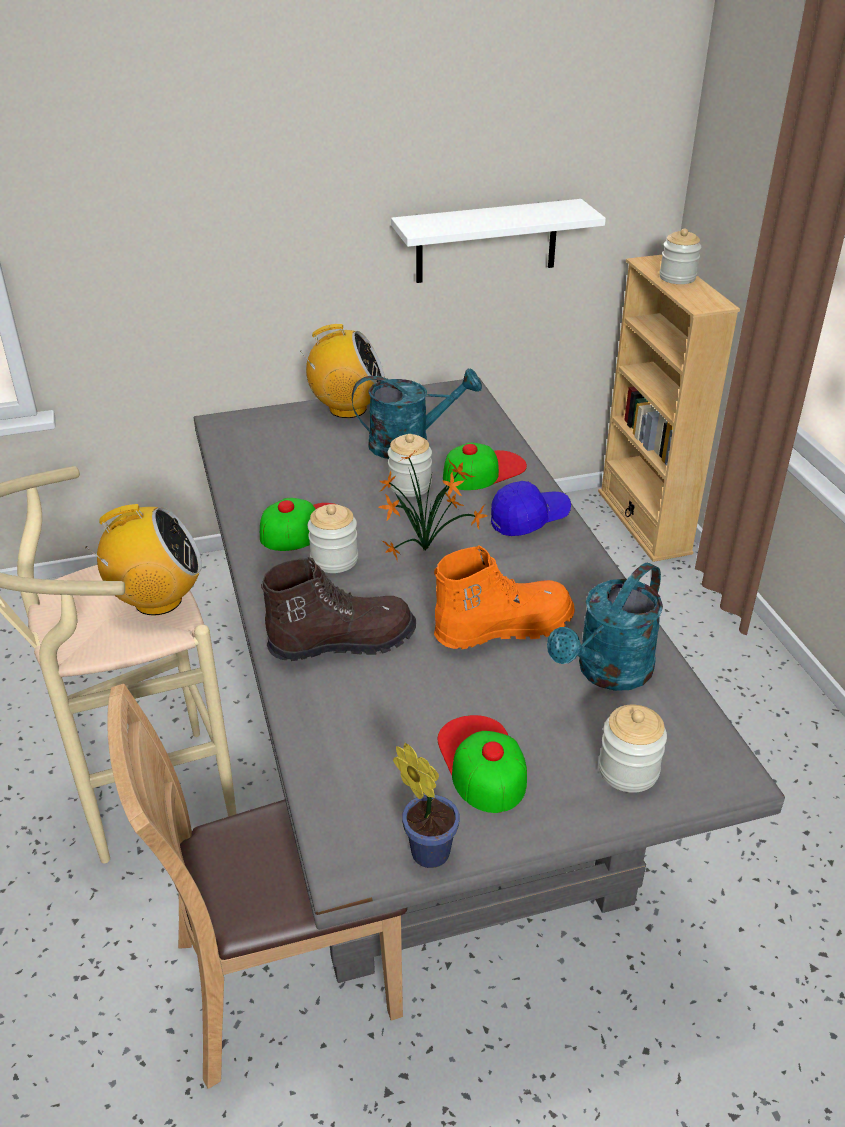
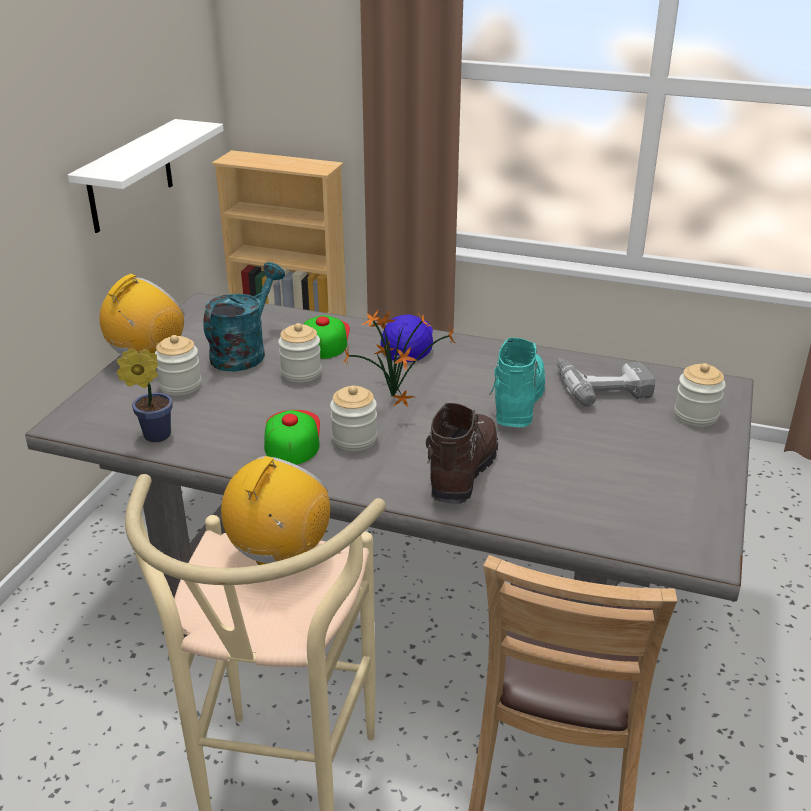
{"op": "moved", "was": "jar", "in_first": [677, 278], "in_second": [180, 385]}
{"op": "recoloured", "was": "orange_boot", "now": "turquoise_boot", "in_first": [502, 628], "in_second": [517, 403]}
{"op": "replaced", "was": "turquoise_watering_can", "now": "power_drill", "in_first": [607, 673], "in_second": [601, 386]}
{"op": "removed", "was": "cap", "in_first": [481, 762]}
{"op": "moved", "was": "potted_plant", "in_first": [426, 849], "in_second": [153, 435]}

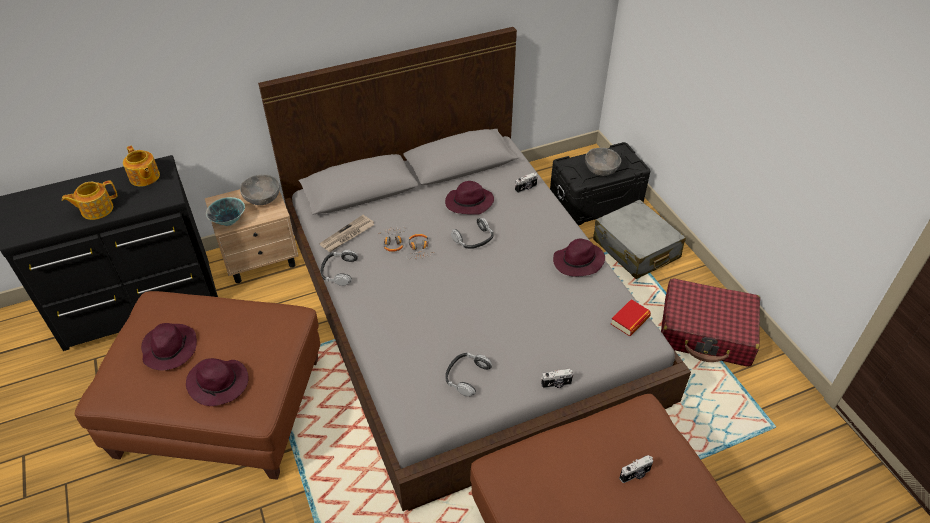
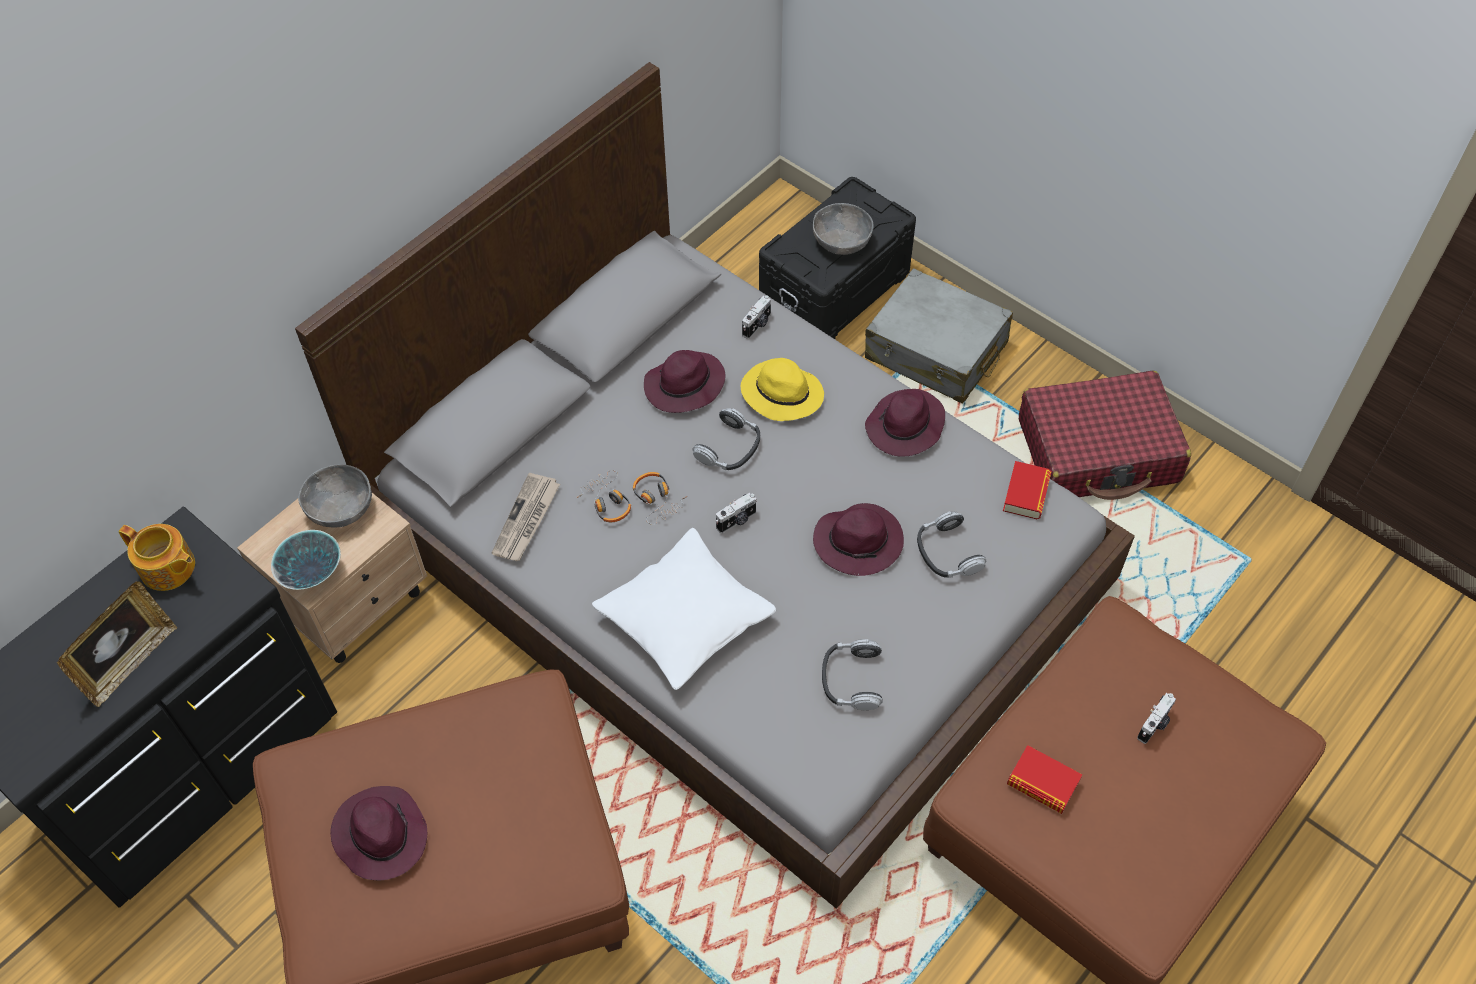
{"op": "replaced", "was": "teapot", "now": "picture_frame", "in_first": [96, 209], "in_second": [129, 662]}
{"op": "moved", "was": "headphones", "in_first": [339, 271], "in_second": [947, 552]}
{"op": "moved", "was": "purple_hat", "in_first": [219, 383], "in_second": [859, 542]}
{"op": "moved", "was": "photo_camera", "in_first": [556, 384], "in_second": [737, 521]}
{"op": "added", "now": "yellow_hat", "in_second": [780, 394]}
{"op": "added", "now": "white_pillow", "in_second": [685, 618]}
{"op": "added", "now": "book", "in_second": [1043, 783]}

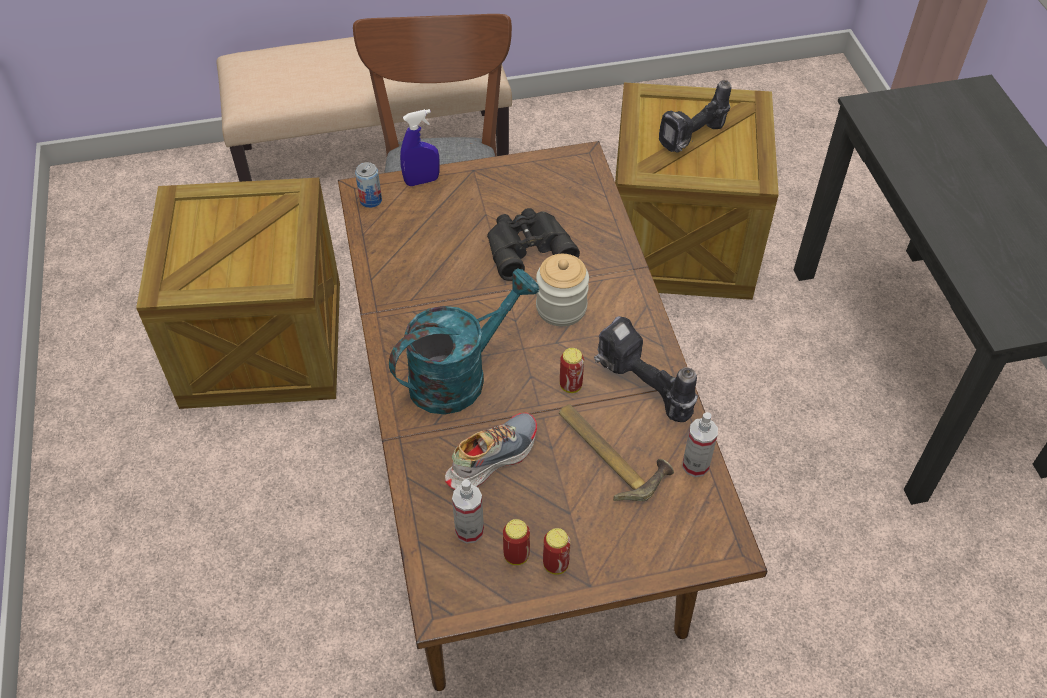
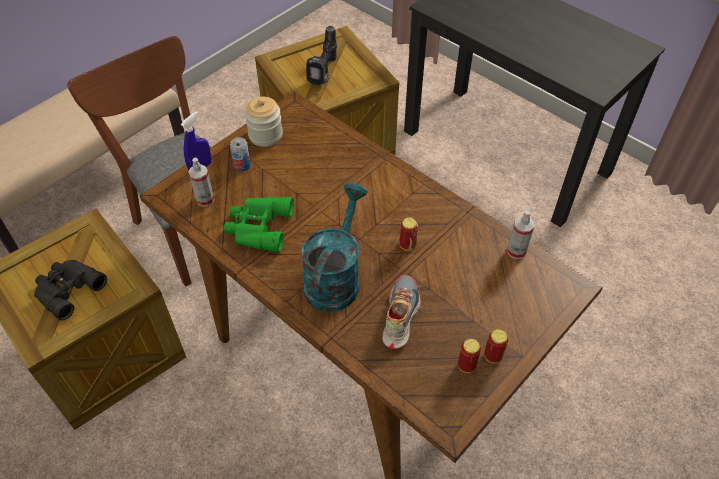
{"op": "moved", "was": "can", "in_first": [370, 200], "in_second": [242, 165]}
{"op": "moved", "was": "black_binoculars", "in_first": [527, 247], "in_second": [67, 289]}
{"op": "moved", "was": "jar", "in_first": [561, 308], "in_second": [265, 135]}
{"op": "removed", "was": "power_drill", "in_first": [640, 389]}
{"op": "removed", "was": "hammer", "in_first": [609, 453]}
{"op": "moved", "was": "spray_bottle", "in_first": [469, 530], "in_second": [205, 199]}
{"op": "added", "now": "green_binoculars", "in_second": [258, 227]}

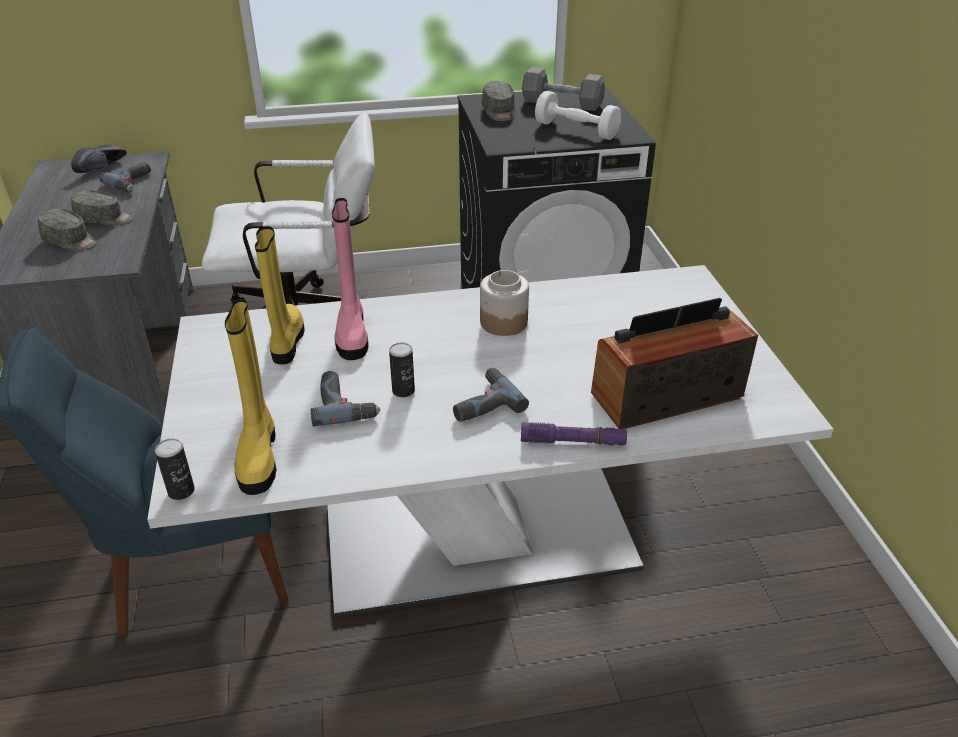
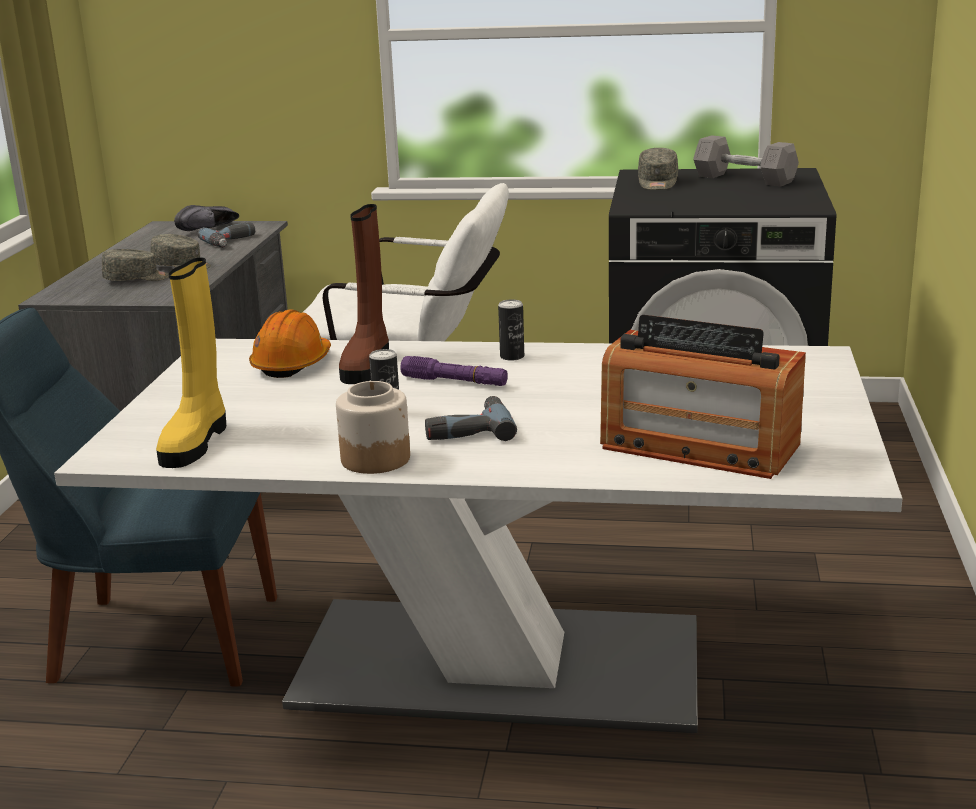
{"op": "removed", "was": "white_dumbbell", "in_first": [576, 130]}
{"op": "recoloured", "was": "pink_boot", "now": "brown_boot", "in_first": [352, 333], "in_second": [367, 365]}
{"op": "turned", "was": "grey_cap", "in_first": [70, 241], "in_second": [137, 279], "clockwise": -60}
{"op": "replaced", "was": "yellow_boot", "now": "orange_hard_hat", "in_first": [286, 341], "in_second": [292, 364]}
{"op": "moved", "was": "jar", "in_first": [503, 322], "in_second": [375, 459]}
{"op": "turned", "was": "radio", "in_first": [666, 395], "in_second": [698, 446], "clockwise": -150}
{"op": "removed", "was": "power_drill", "in_first": [345, 404]}
{"op": "moved", "was": "purple_flashlight", "in_first": [573, 442], "in_second": [454, 382]}
{"op": "moved", "was": "can", "in_first": [181, 491], "in_second": [512, 356]}

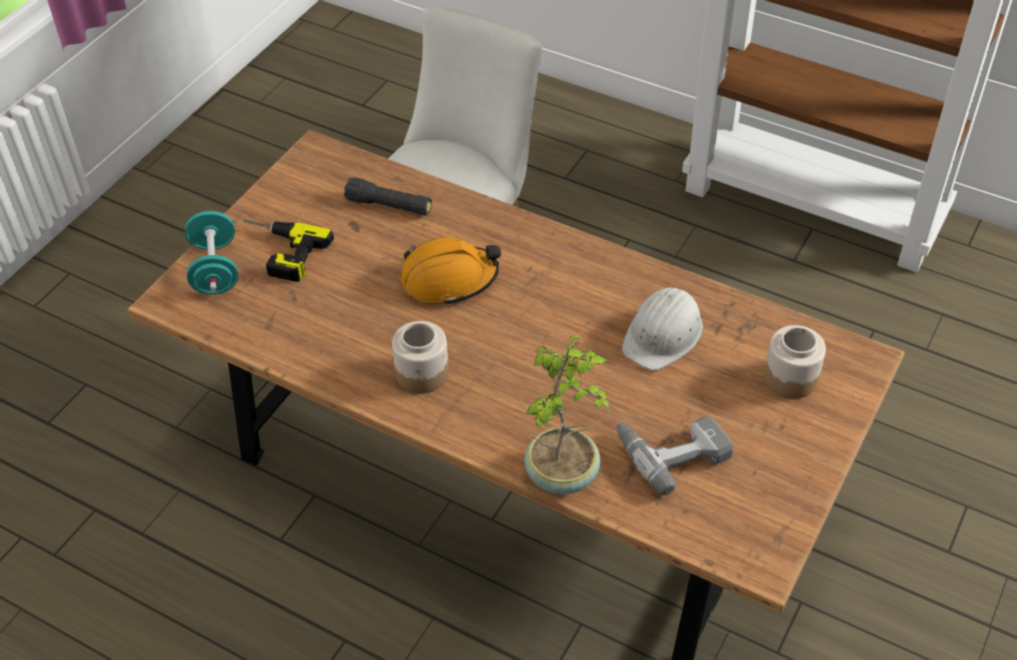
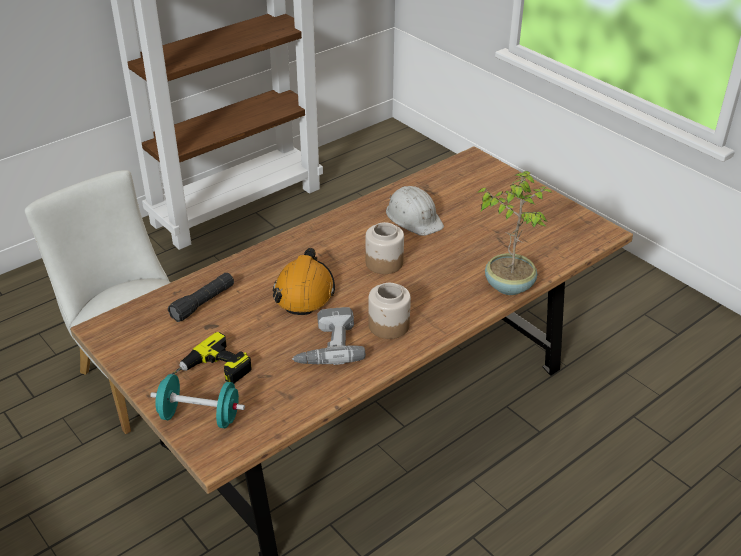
{"op": "moved", "was": "jar", "in_first": [790, 377], "in_second": [383, 262]}
{"op": "moved", "was": "power_drill", "in_first": [671, 450], "in_second": [326, 345]}

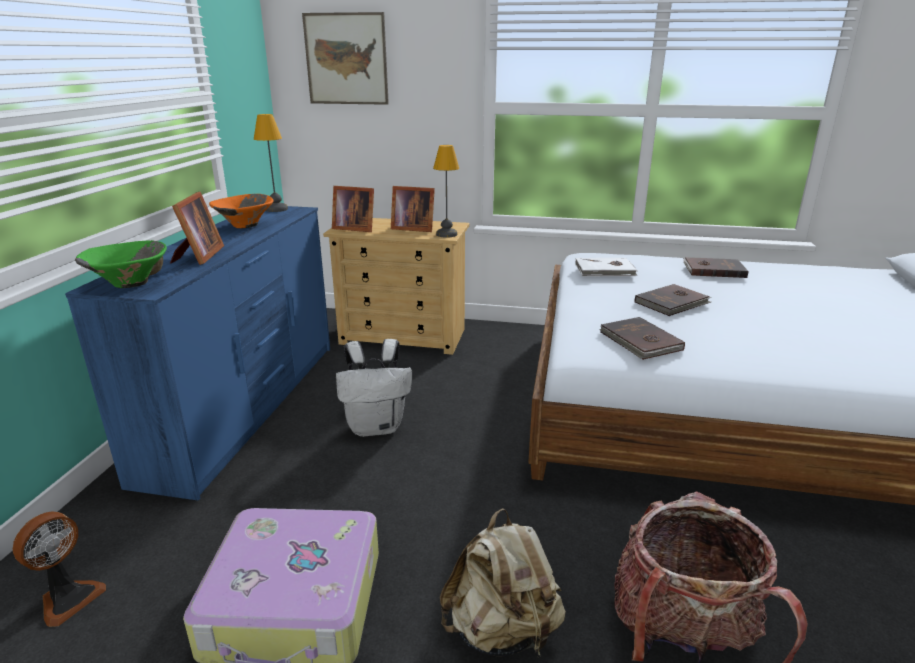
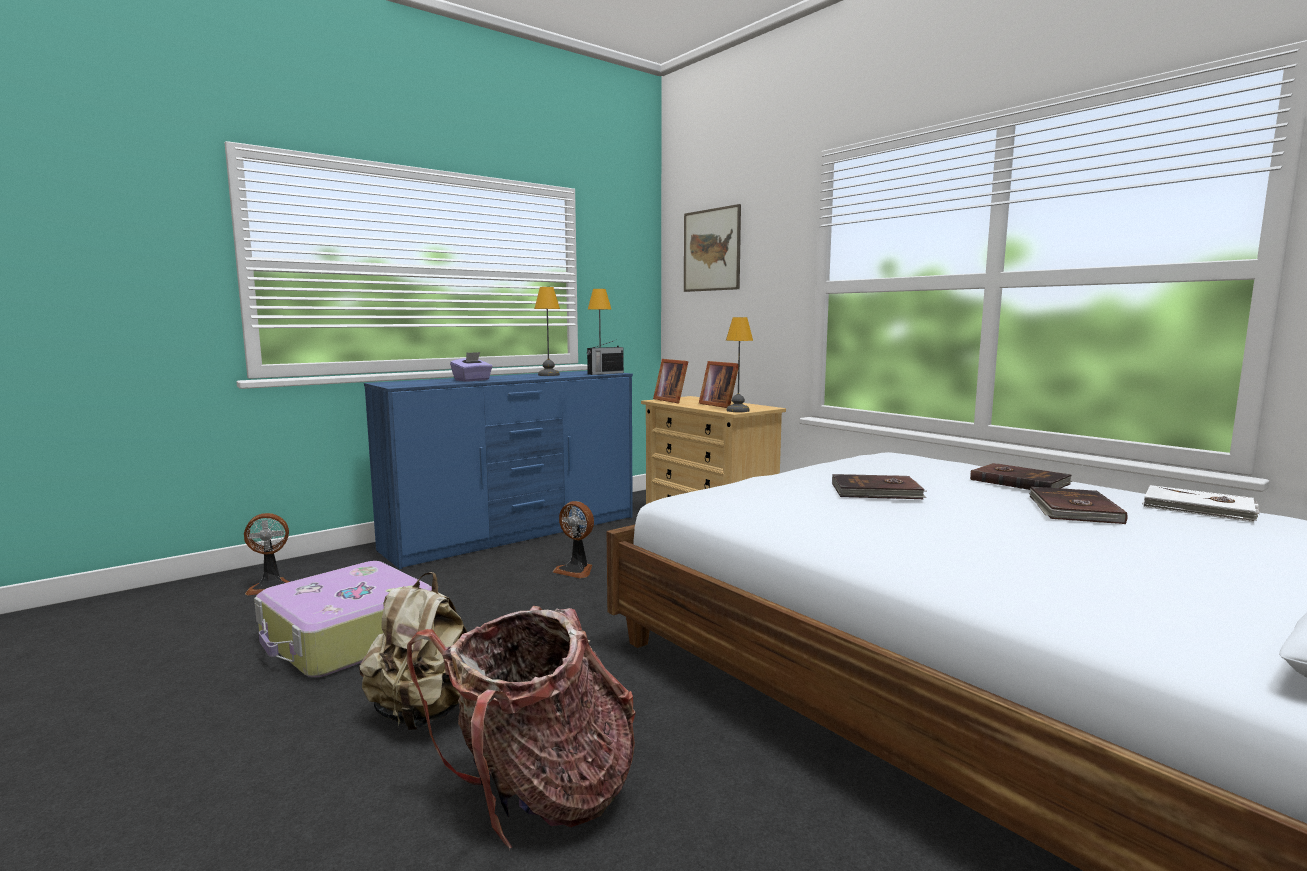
{"op": "replaced", "was": "picture_frame", "now": "purple_tissue_box", "in_first": [198, 256], "in_second": [472, 380]}
{"op": "replaced", "was": "orange_bowl", "now": "table_lamp", "in_first": [244, 226], "in_second": [548, 375]}
{"op": "removed", "was": "green_bowl", "in_first": [130, 284]}
{"op": "moved", "was": "white_book", "in_first": [605, 270], "in_second": [1198, 508]}
{"op": "moved", "was": "brown_book", "in_first": [640, 341], "in_second": [1072, 510]}
{"op": "replaced", "was": "white_backpack", "now": "fan", "in_first": [377, 427], "in_second": [576, 570]}
{"op": "added", "now": "radio", "in_second": [605, 373]}

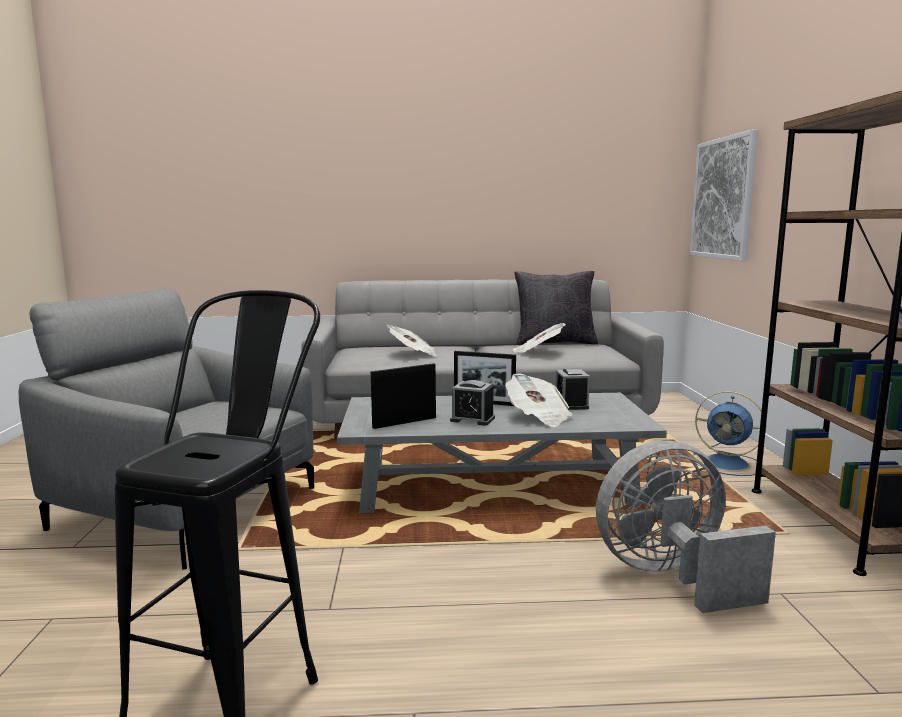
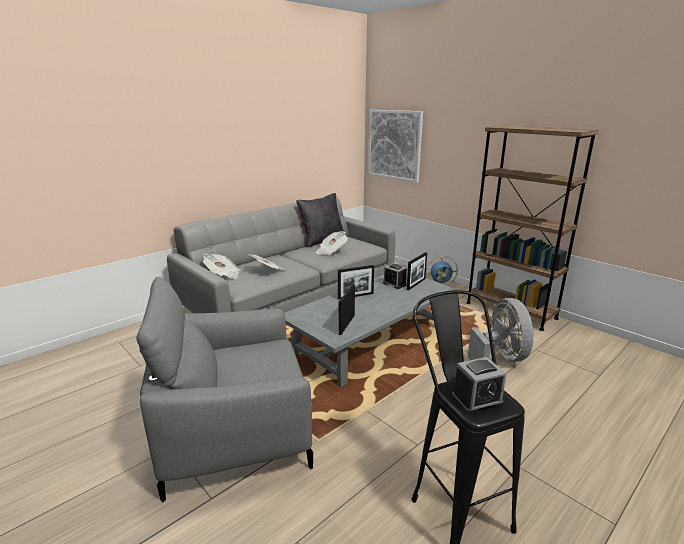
{"op": "moved", "was": "newspaper", "in_first": [538, 417], "in_second": [223, 275]}
{"op": "moved", "was": "alarm_clock", "in_first": [472, 419], "in_second": [477, 400]}
{"op": "turned", "was": "grey_fan", "in_first": [671, 576], "in_second": [500, 358], "clockwise": 135}
{"op": "added", "now": "picture_frame", "in_second": [416, 284]}

